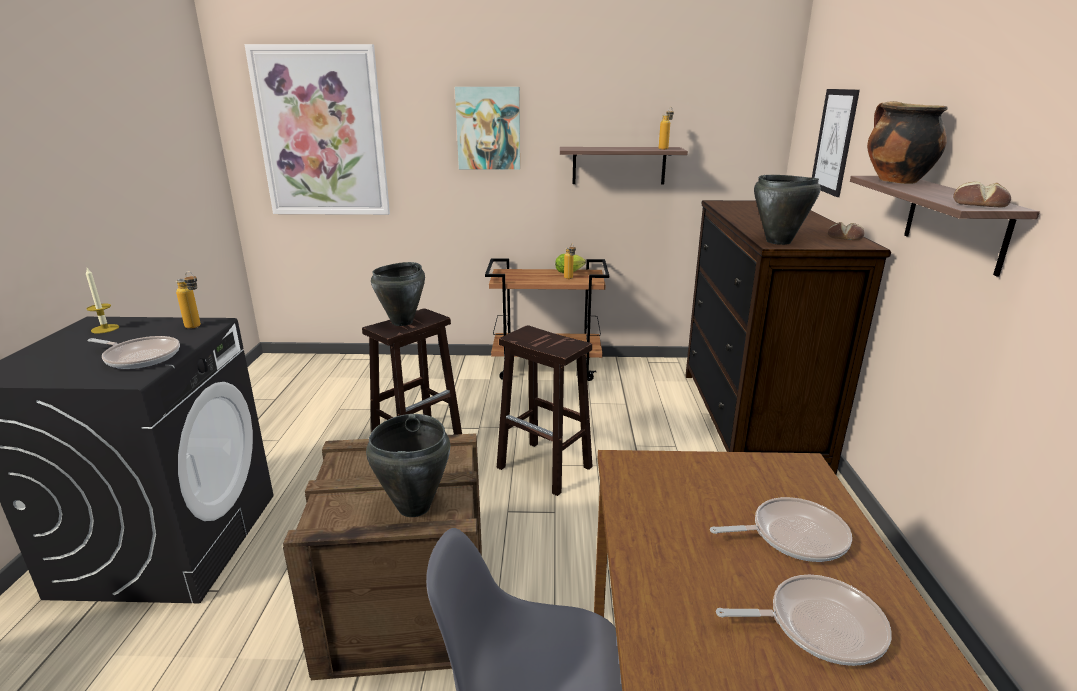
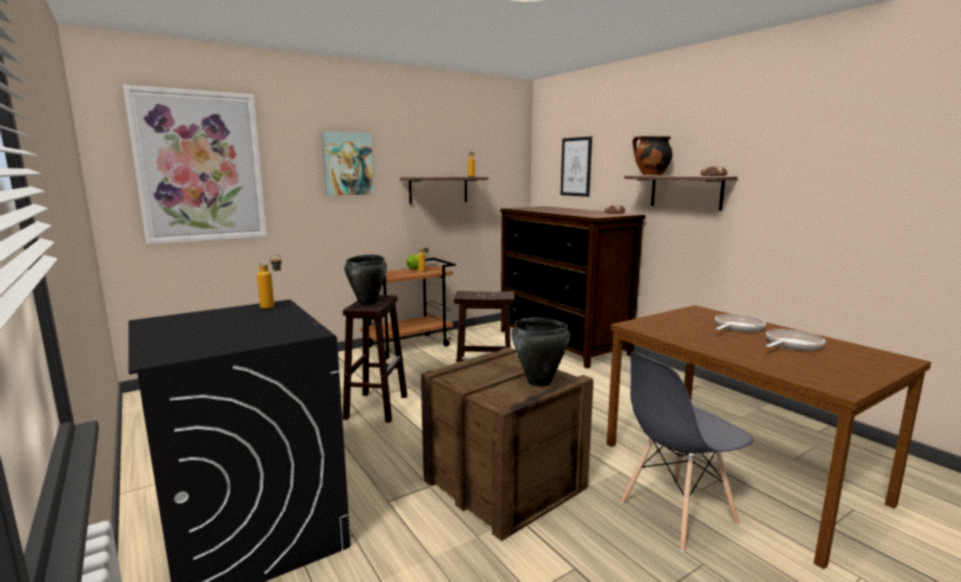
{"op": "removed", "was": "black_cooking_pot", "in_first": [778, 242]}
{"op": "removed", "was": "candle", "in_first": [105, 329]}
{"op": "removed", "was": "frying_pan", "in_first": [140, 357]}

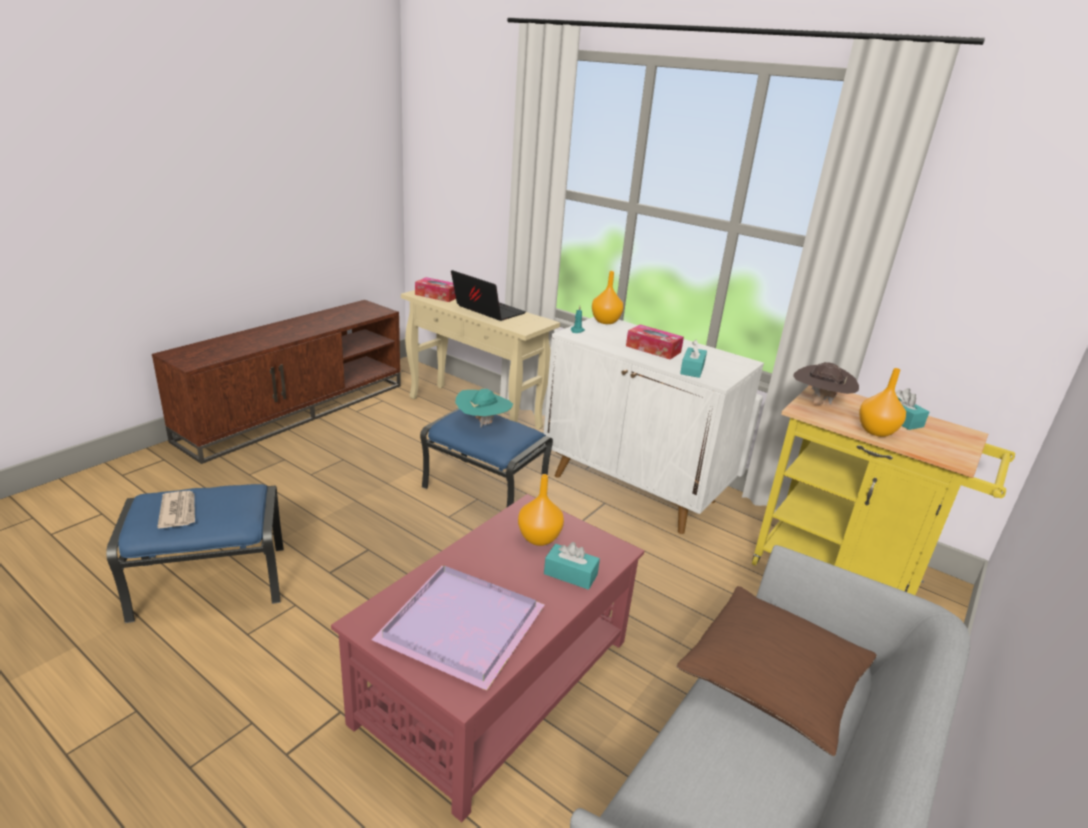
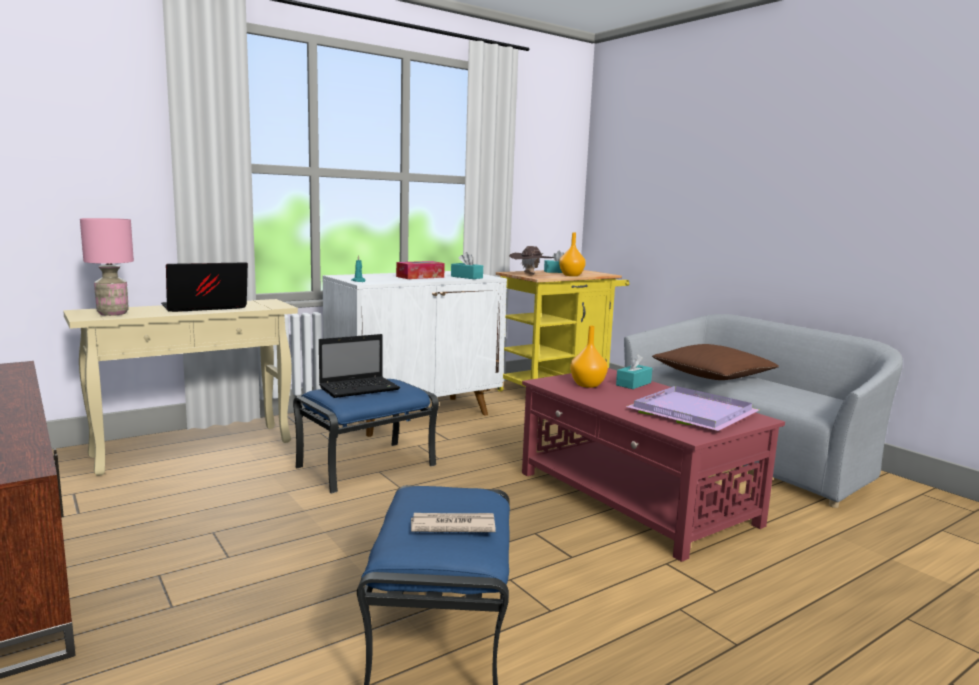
{"op": "removed", "was": "orange_vase", "in_first": [605, 321]}
{"op": "replaced", "was": "tissue_box", "now": "pink_table_lamp", "in_first": [437, 295], "in_second": [113, 313]}
{"op": "replaced", "was": "turquoise_hat", "now": "laptop", "in_first": [483, 423], "in_second": [360, 388]}

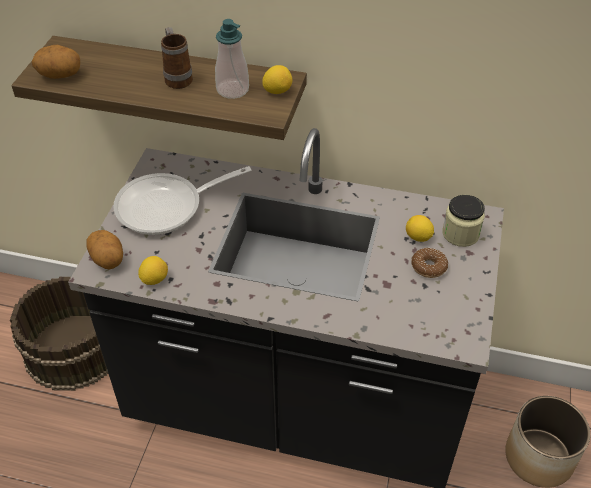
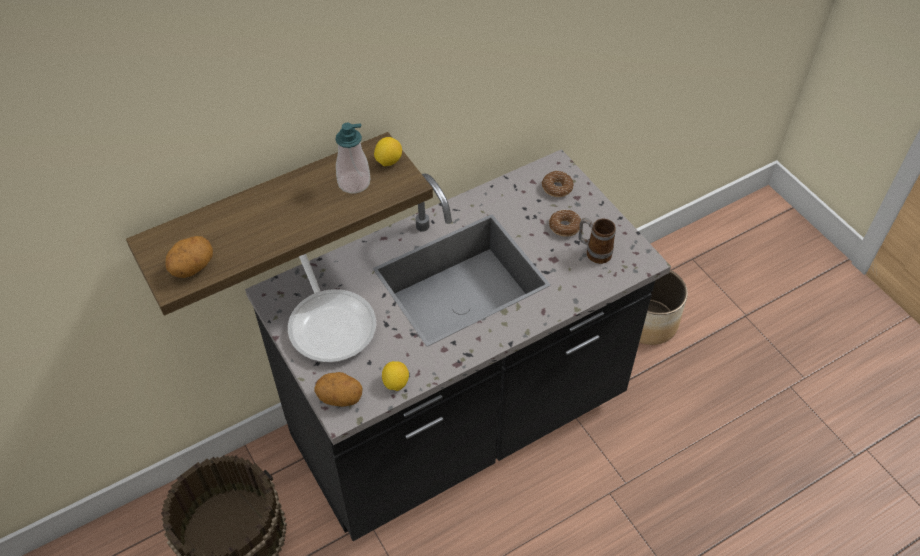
{"op": "moved", "was": "mug", "in_first": [177, 77], "in_second": [593, 252]}
{"op": "turned", "was": "frying_pan", "in_first": [167, 207], "in_second": [330, 323], "clockwise": -45}
{"op": "replaced", "was": "jar", "now": "donut", "in_first": [460, 234], "in_second": [557, 188]}
{"op": "removed", "was": "lemon", "in_first": [418, 237]}

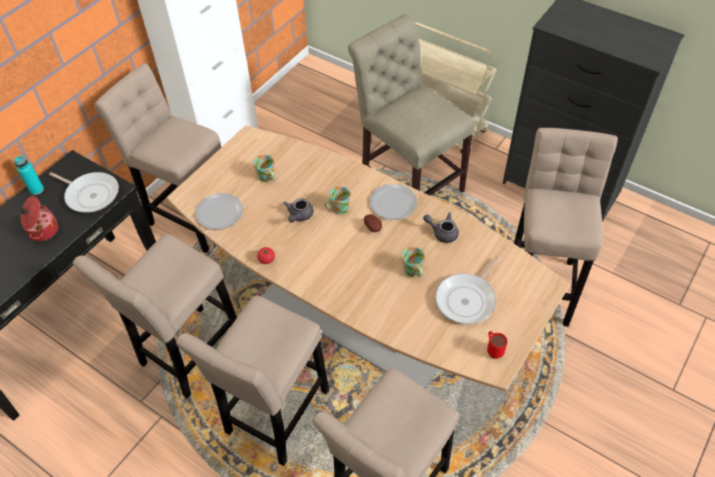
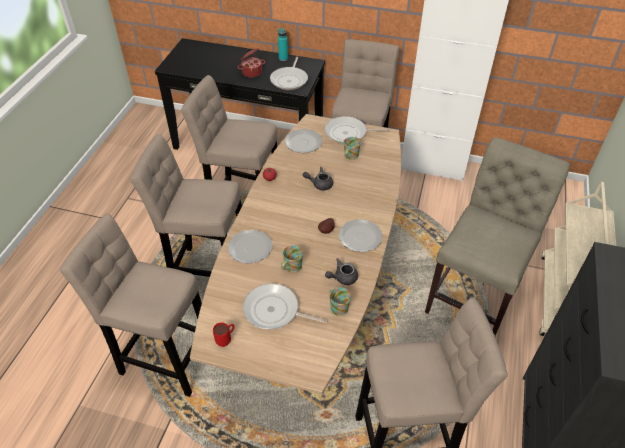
{"op": "moved", "was": "mug", "in_first": [337, 208], "in_second": [338, 306]}
{"op": "turned", "was": "grey_teapot", "in_first": [442, 232], "in_second": [342, 278], "clockwise": -120}
{"op": "added", "now": "frying_pan", "in_second": [348, 133]}
{"op": "added", "now": "plate", "in_second": [249, 247]}

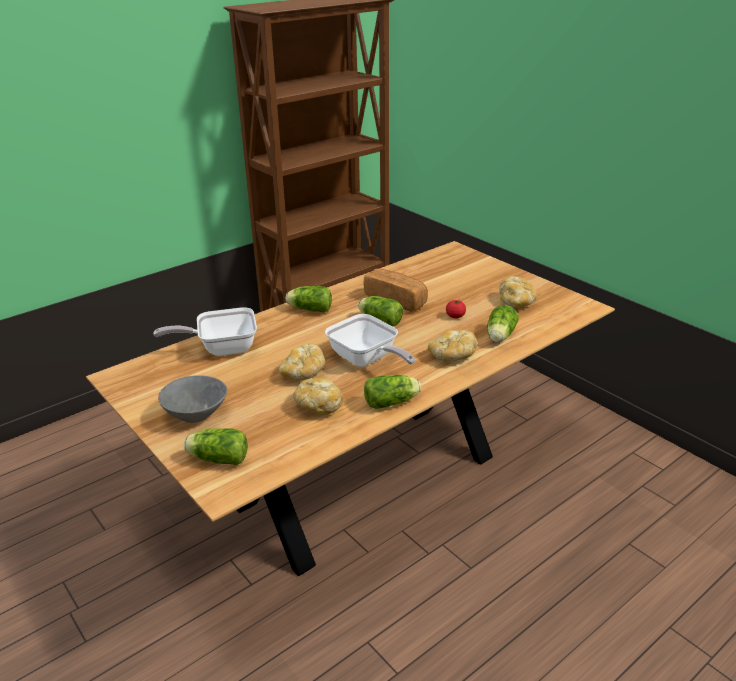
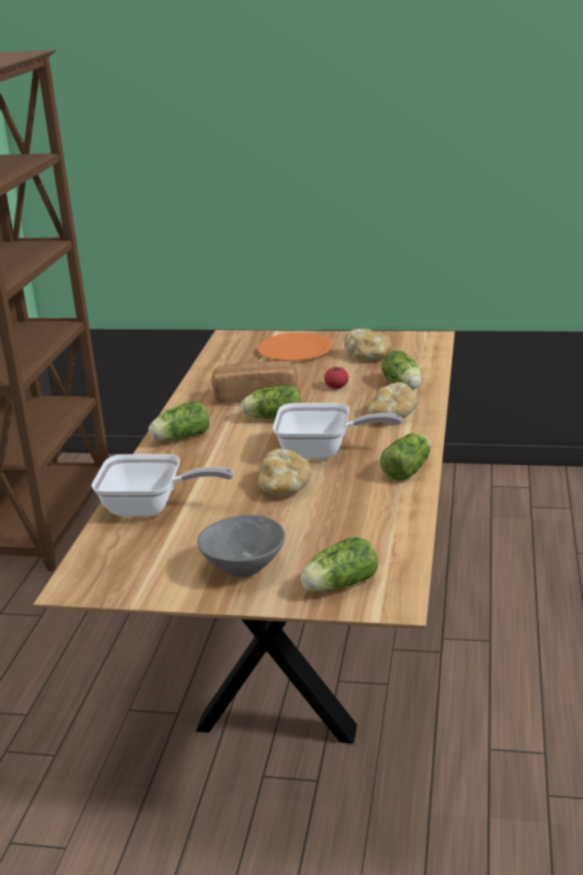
{"op": "turned", "was": "frying_pan", "in_first": [221, 348], "in_second": [151, 508], "clockwise": -120}
{"op": "removed", "was": "bread", "in_first": [318, 406]}
{"op": "added", "now": "orange_plate", "in_second": [295, 350]}

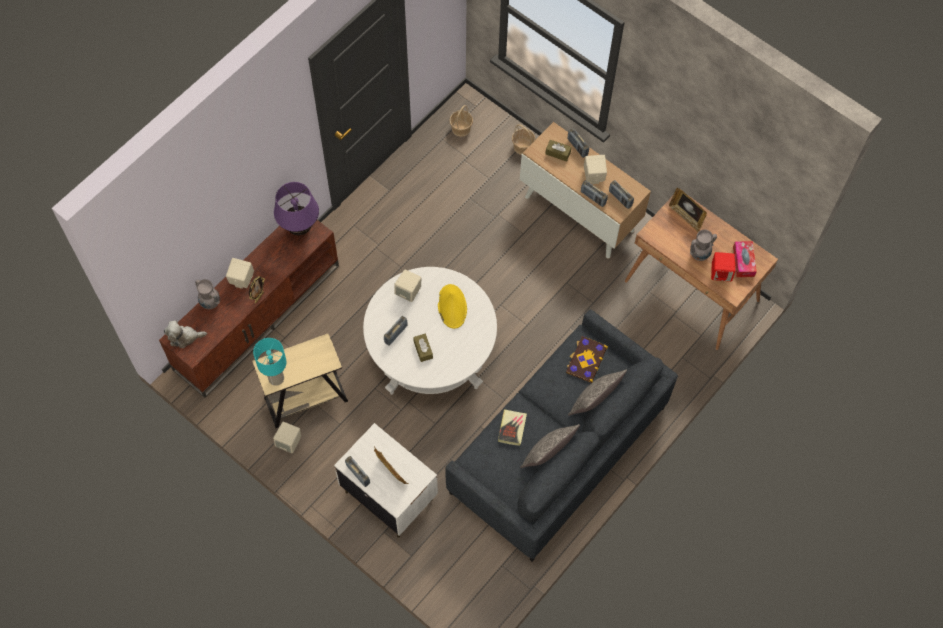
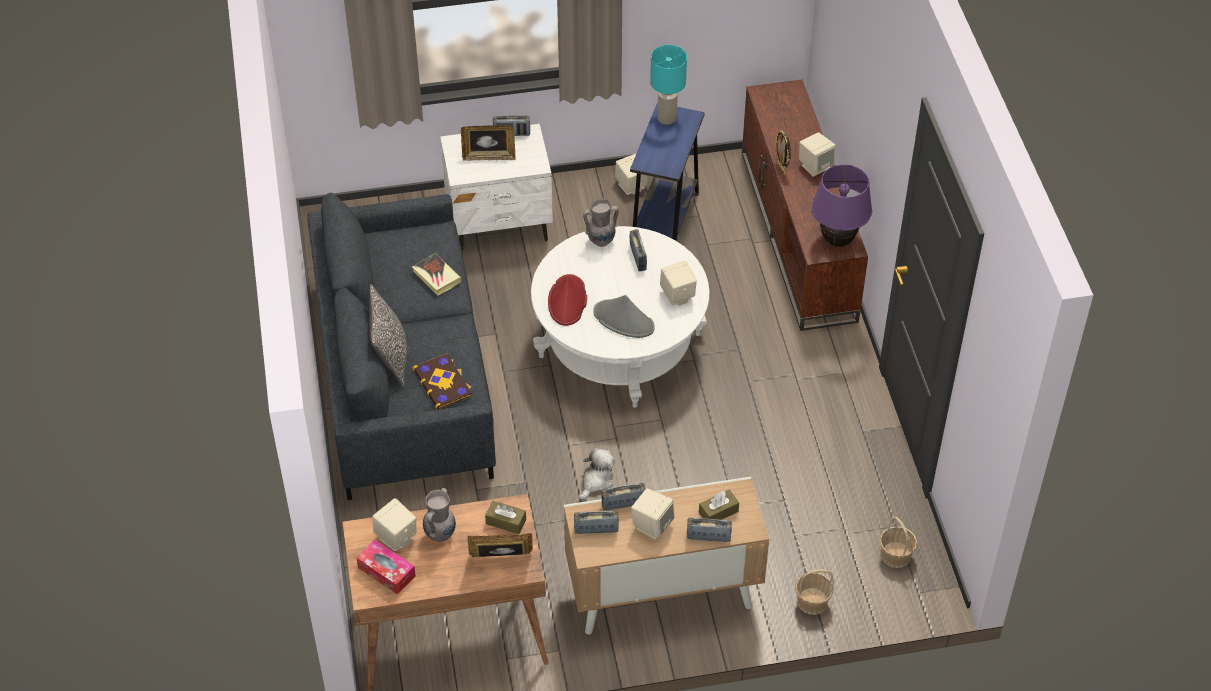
{"op": "recoloured", "was": "red_speaker", "now": "beige_speaker", "in_first": [720, 273], "in_second": [396, 538]}
{"op": "moved", "was": "grey_vase", "in_first": [210, 303], "in_second": [600, 241]}
{"op": "recoloured", "was": "yellow_hat", "now": "grey_hat", "in_first": [452, 306], "in_second": [624, 320]}
{"op": "moved", "was": "plush_toy", "in_first": [184, 337], "in_second": [596, 481]}
{"op": "recoloured", "was": "beige_side_table", "now": "blue_side_table", "in_first": [306, 399], "in_second": [665, 221]}
{"op": "moved", "was": "brown_tissue_box", "in_first": [423, 349], "in_second": [506, 521]}
{"op": "removed", "was": "pillow", "in_first": [547, 455]}
{"op": "added", "now": "red_hat", "in_second": [567, 301]}

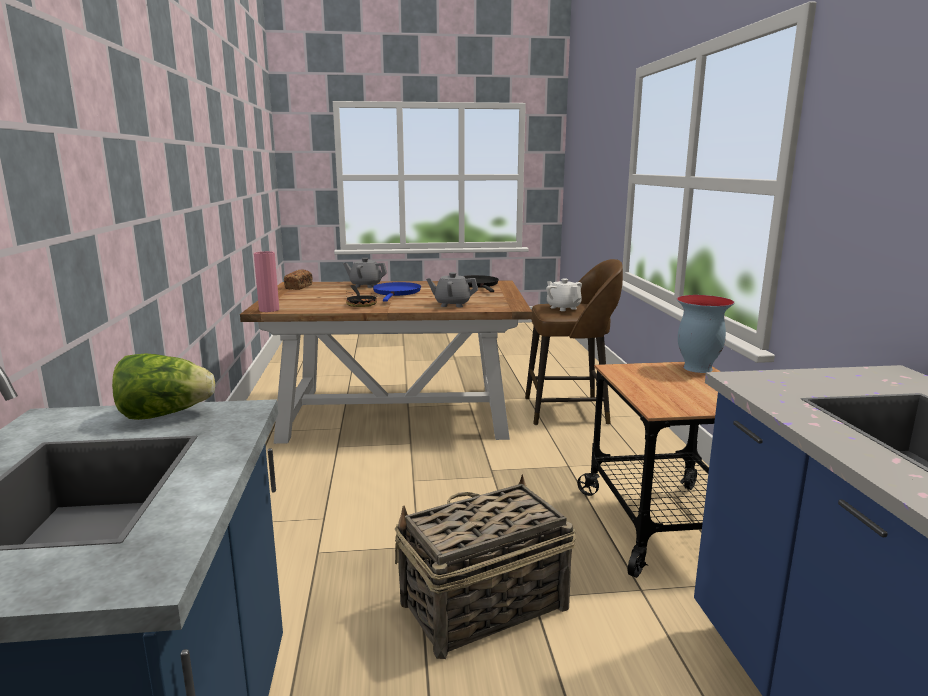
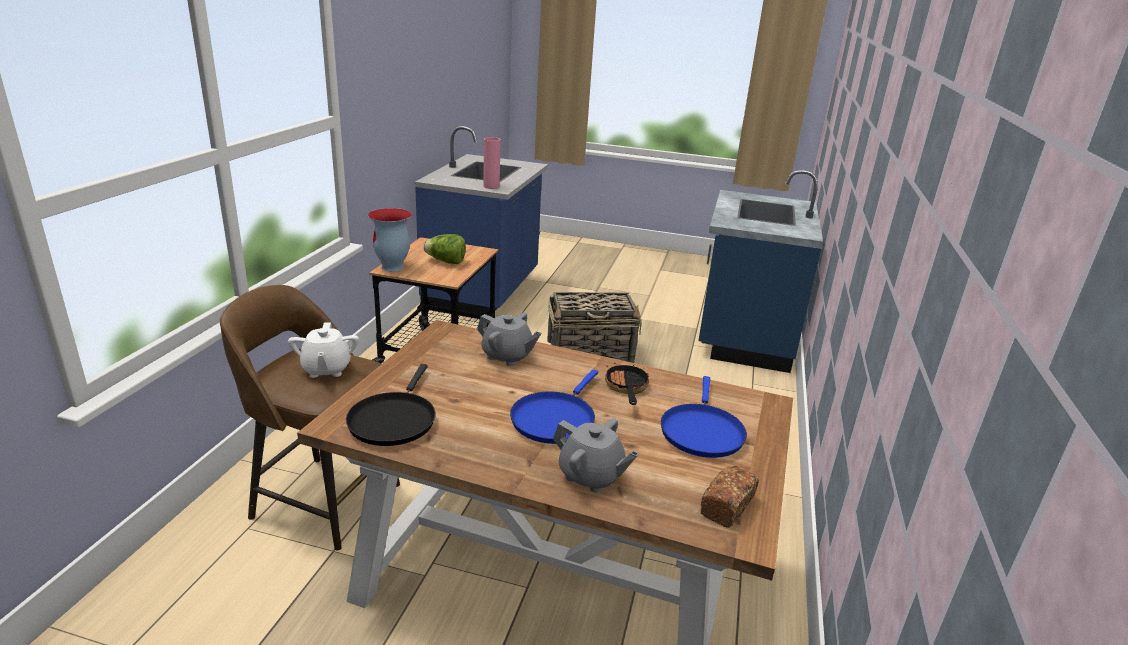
{"op": "moved", "was": "pink_vase", "in_first": [269, 310], "in_second": [491, 186]}
{"op": "moved", "was": "lettuce", "in_first": [165, 415], "in_second": [446, 262]}
{"op": "added", "now": "blue_frying_pan", "in_second": [701, 431]}

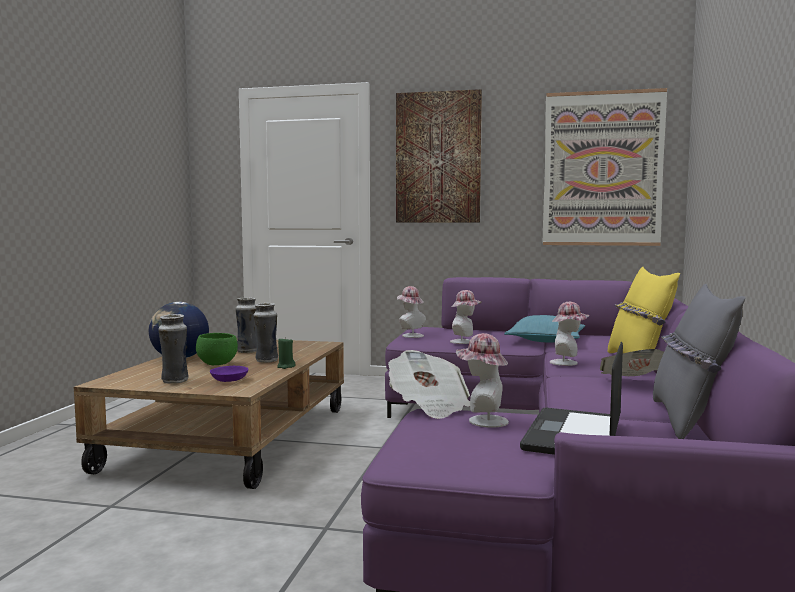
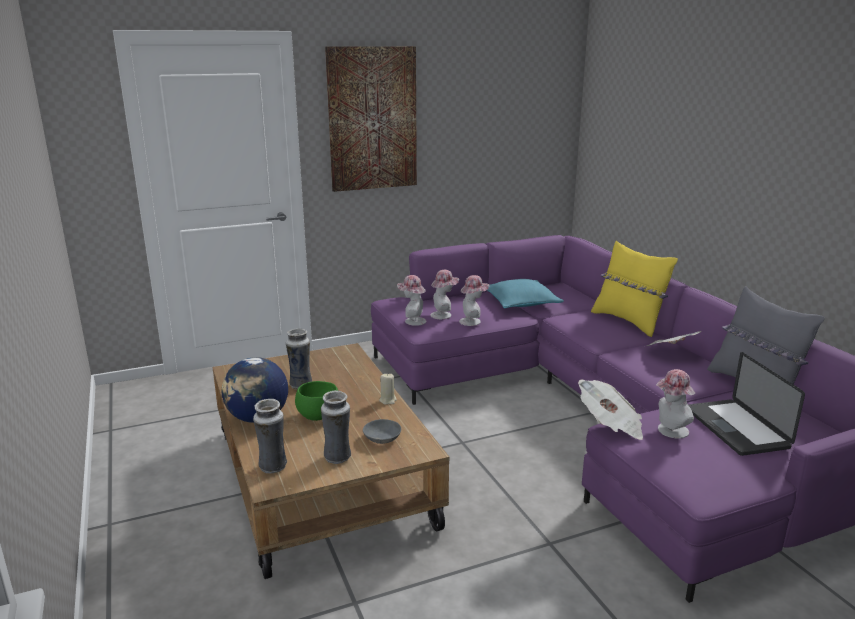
{"op": "removed", "was": "picture", "in_first": [602, 169]}
{"op": "moved", "was": "hat", "in_first": [567, 363], "in_second": [443, 315]}
{"op": "moved", "was": "vase", "in_first": [266, 361], "in_second": [273, 467]}
{"op": "recoloured", "was": "green_candle", "now": "beige_candle", "in_first": [286, 366], "in_second": [388, 400]}
{"op": "recoloured", "was": "purple_bowl", "now": "grey_bowl", "in_first": [228, 380], "in_second": [381, 438]}

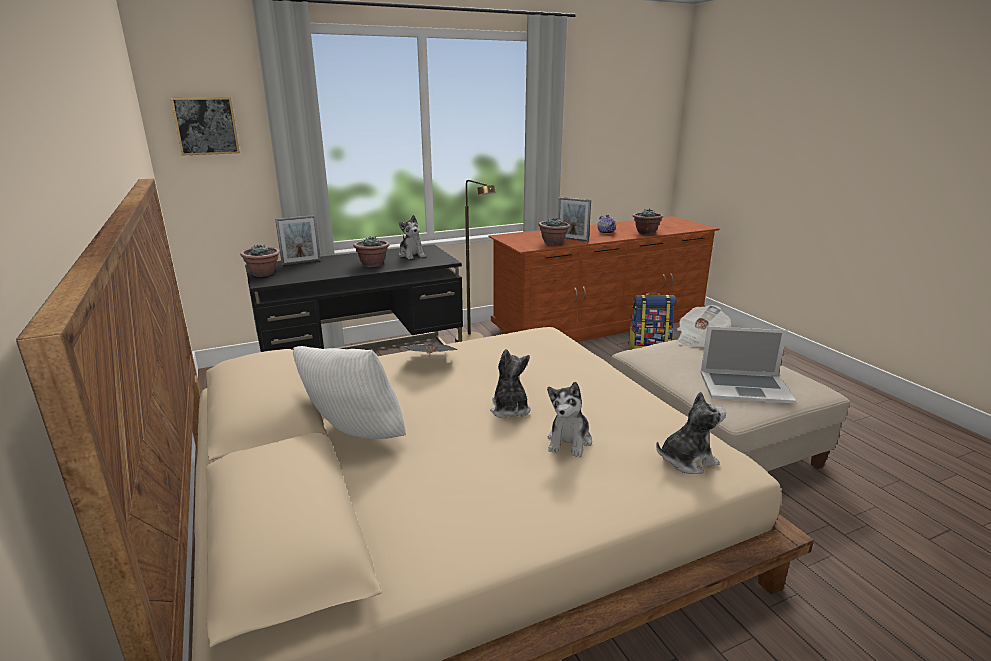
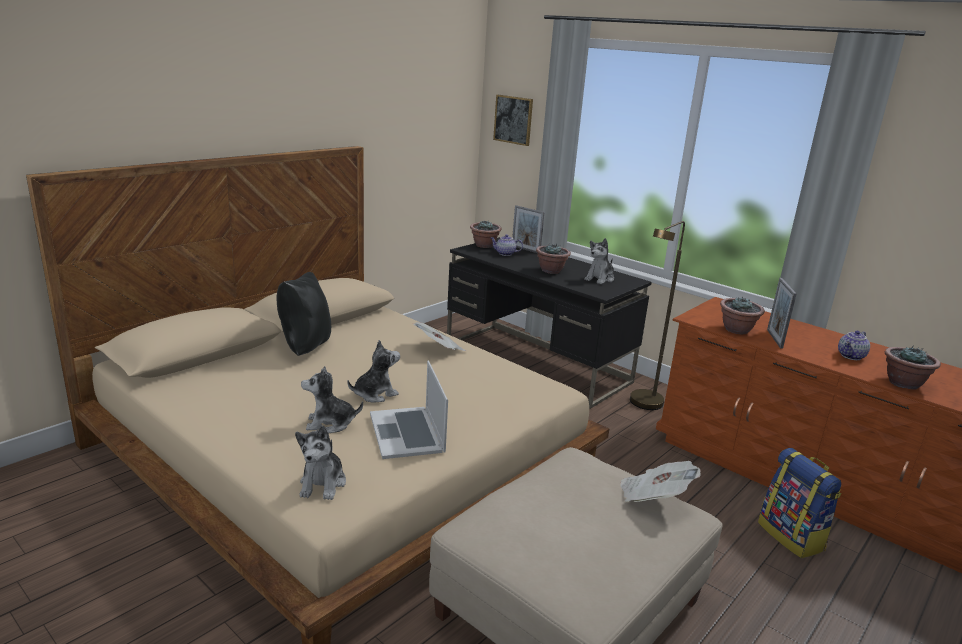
{"op": "moved", "was": "laptop", "in_first": [745, 387], "in_second": [407, 432]}
{"op": "recoloured", "was": "white_pillow", "now": "black_pillow", "in_first": [354, 438], "in_second": [304, 348]}
{"op": "turned", "was": "plush_toy", "in_first": [687, 460], "in_second": [323, 484], "clockwise": 45}
{"op": "added", "now": "teapot", "in_second": [505, 254]}

